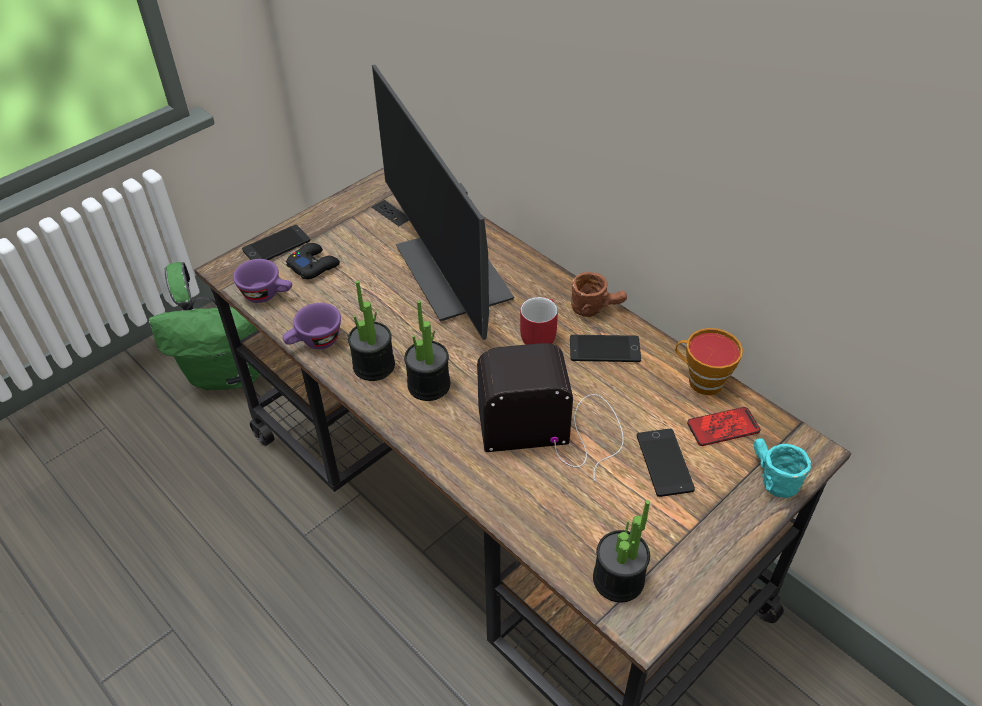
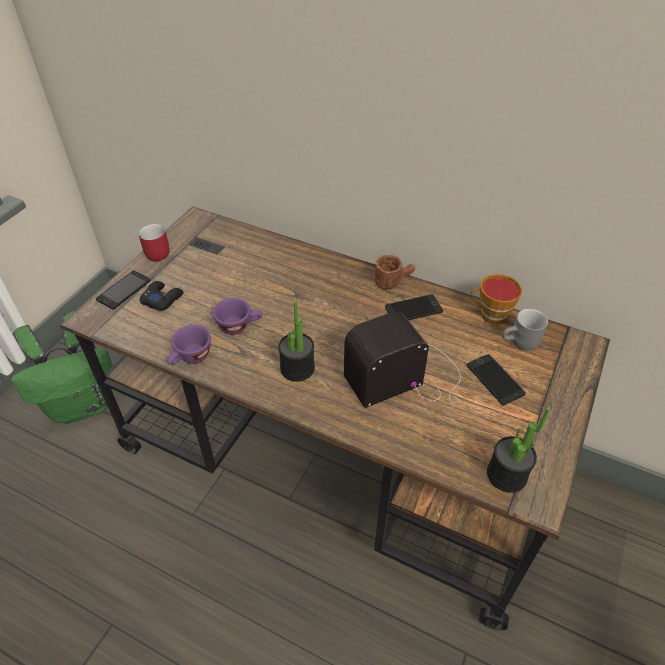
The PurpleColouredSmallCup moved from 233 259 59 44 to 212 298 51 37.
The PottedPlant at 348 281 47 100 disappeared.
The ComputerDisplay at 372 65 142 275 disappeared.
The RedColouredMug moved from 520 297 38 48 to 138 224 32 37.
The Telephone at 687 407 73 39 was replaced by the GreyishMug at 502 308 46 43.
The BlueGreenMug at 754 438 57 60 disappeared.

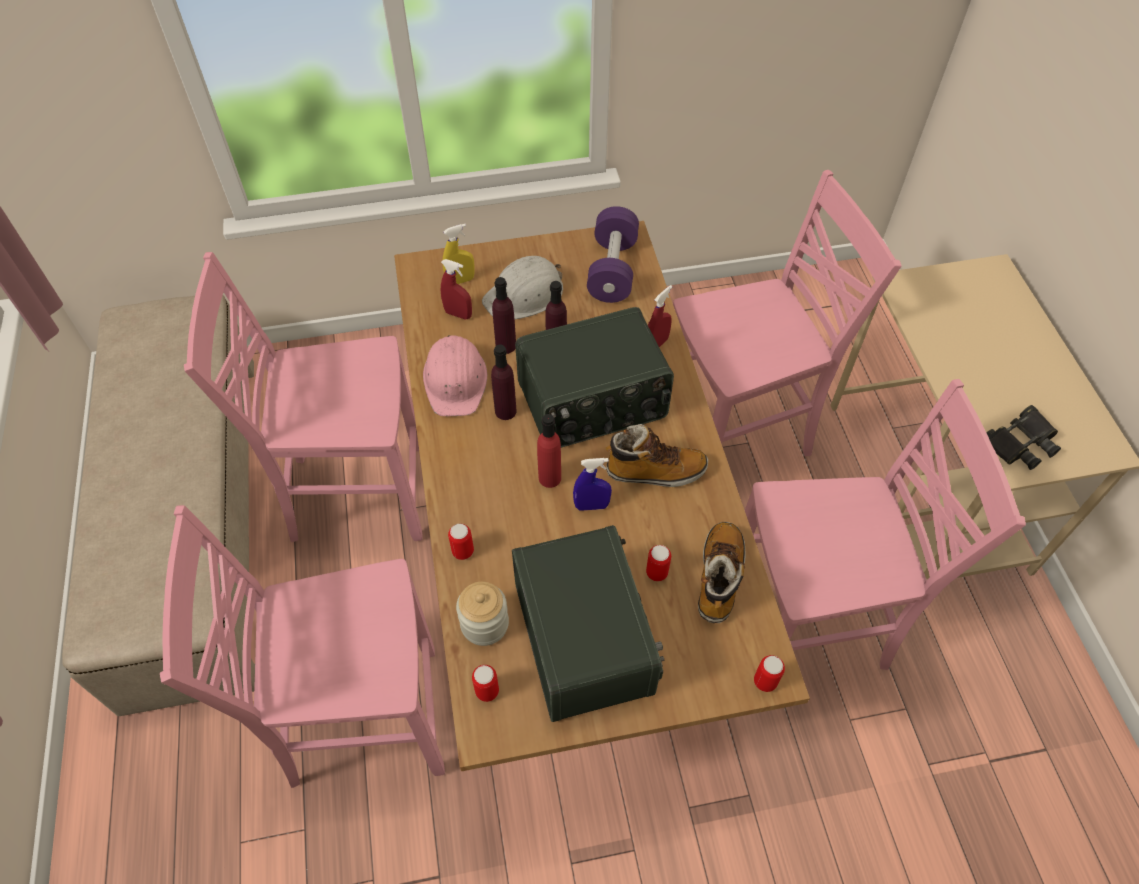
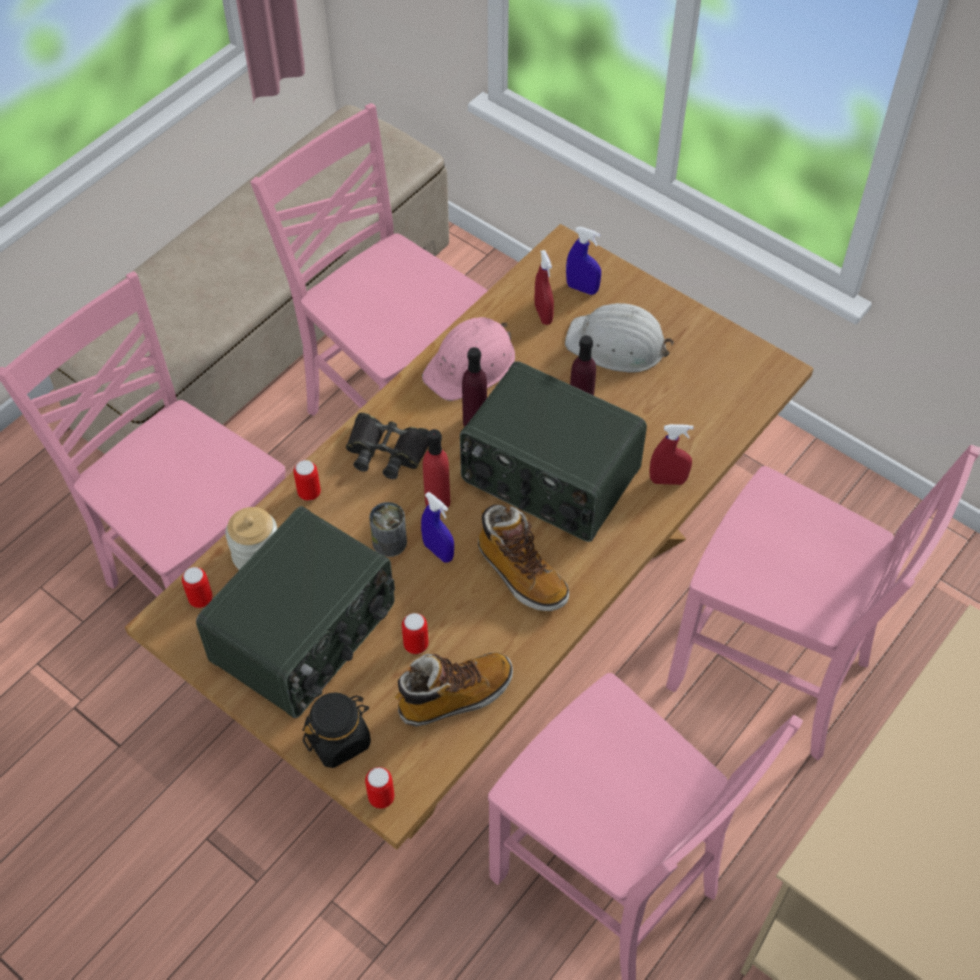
The YellowishSprayer at 443 224 32 60 became the BlueColouredSprayer at 566 227 35 68.
The PurpleColouredBeverageBottle at 492 277 24 77 disappeared.
The PurpleColouredHandWeight at 587 206 52 97 disappeared.
The BlackPairOfBinoculars moved from 986 405 75 65 to 346 413 83 66.
The BlackJar at 303 692 68 76 appeared.
The MetalCan at 369 502 38 55 appeared.

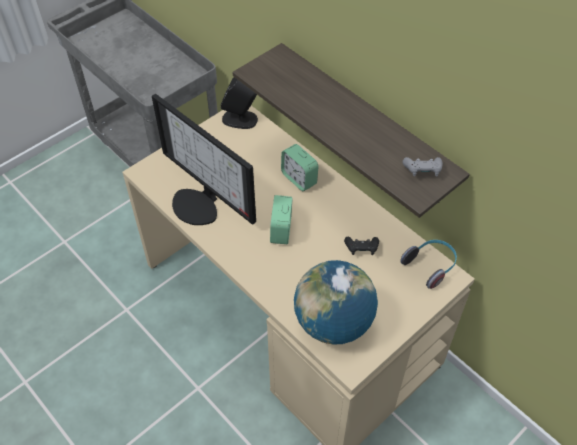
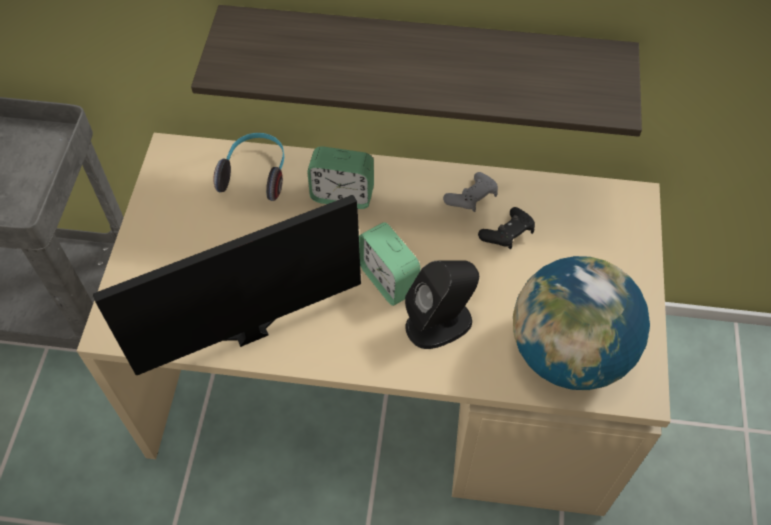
The ComputerDisplay at 152 94 104 131 turned 150 degrees clockwise.
The BlackLoudspeaker moved from 221 77 37 52 to 405 261 74 88.
The PairOfHeadphones moved from 400 240 57 49 to 213 133 71 68.
The GreyishGamepad moved from 403 157 40 20 to 443 172 55 40.

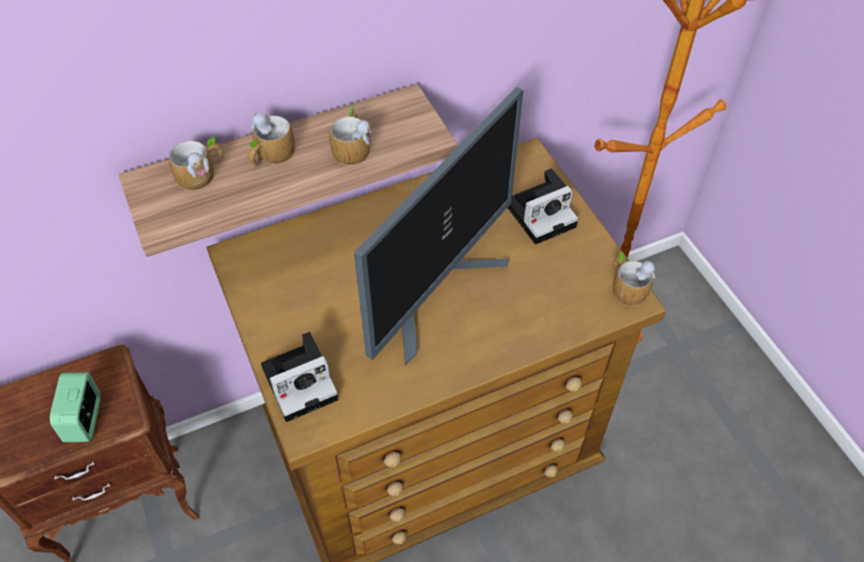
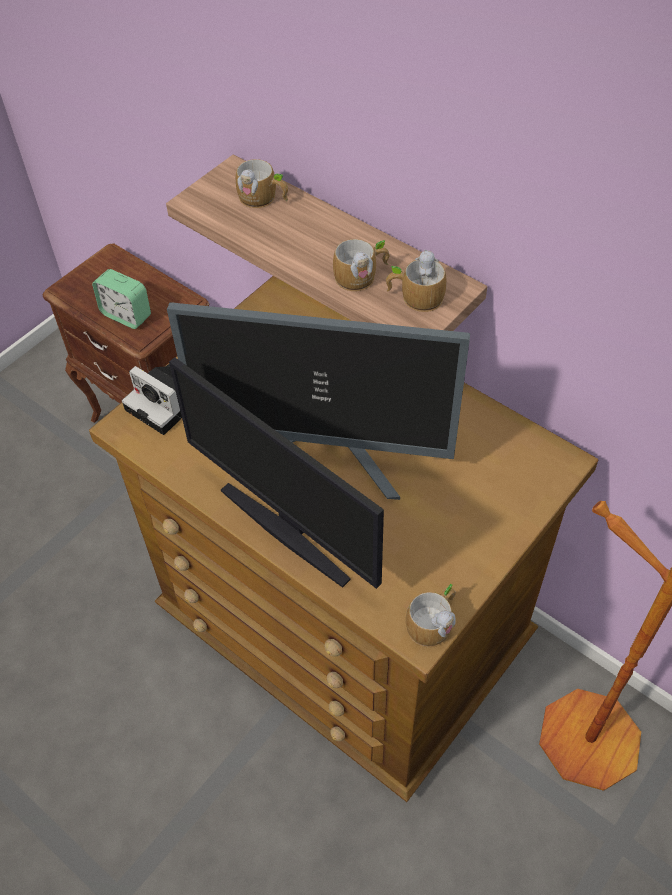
The AlarmClock at 50 372 51 70 turned 120 degrees counterclockwise.
The Mug moved from 247 112 48 56 to 386 249 60 63.
The PhotoCamera at 507 168 71 76 disappeared.
The ComputerDisplay at 169 357 215 232 appeared.

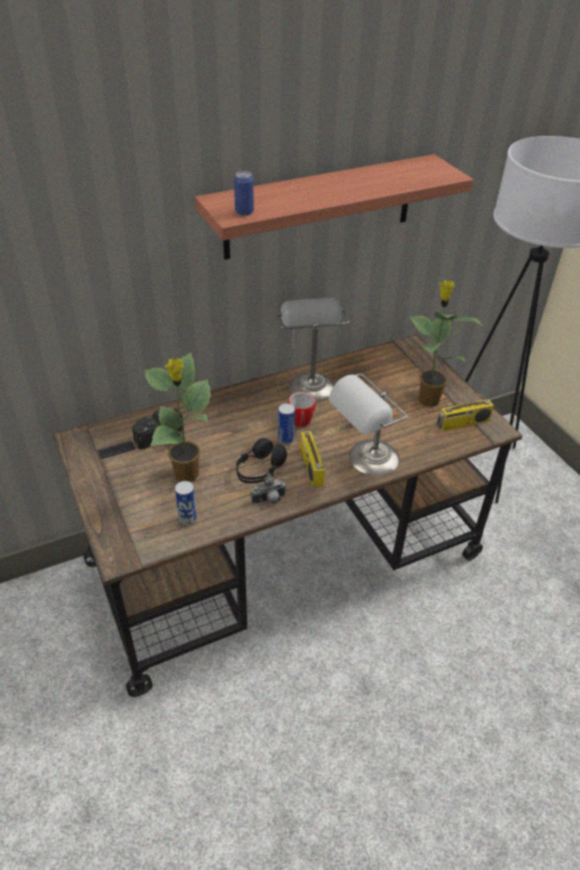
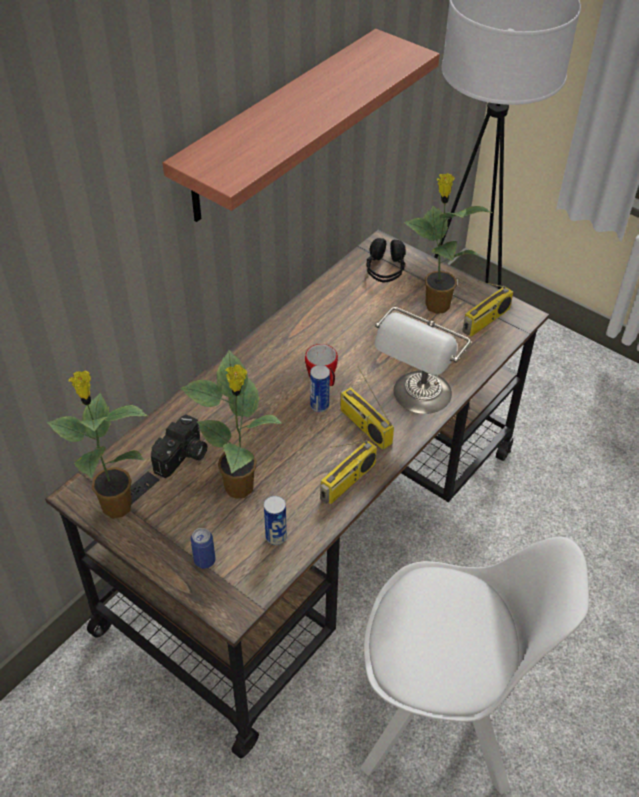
The MetalCan moved from 234 171 20 45 to 191 528 24 41.
The BlackPairOfHeadphones moved from 236 438 51 45 to 366 238 39 45.
The PhotoCamera at 251 473 35 31 was replaced by the RadioReceiver at 320 440 57 64.
The WhiteColouredLampForATable at 276 298 74 103 disappeared.
The PottedPlant at 47 371 101 147 appeared.
The WhiteColouredPlainChair at 360 537 229 258 appeared.

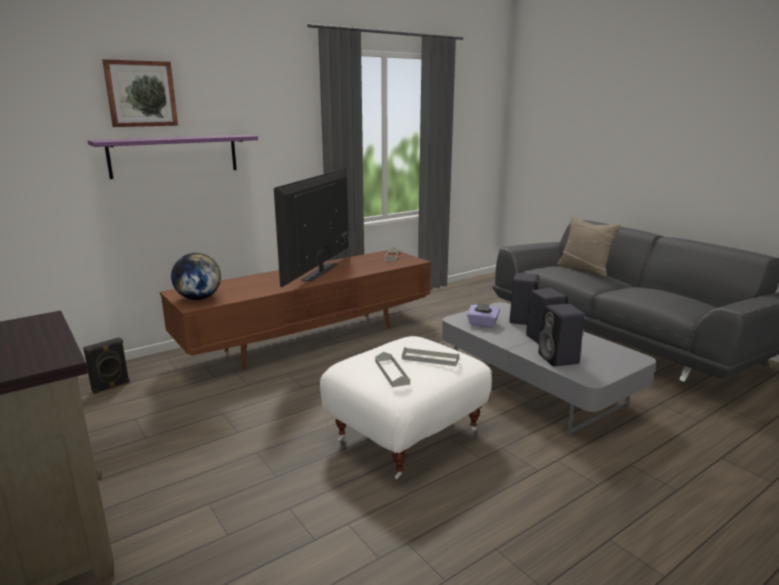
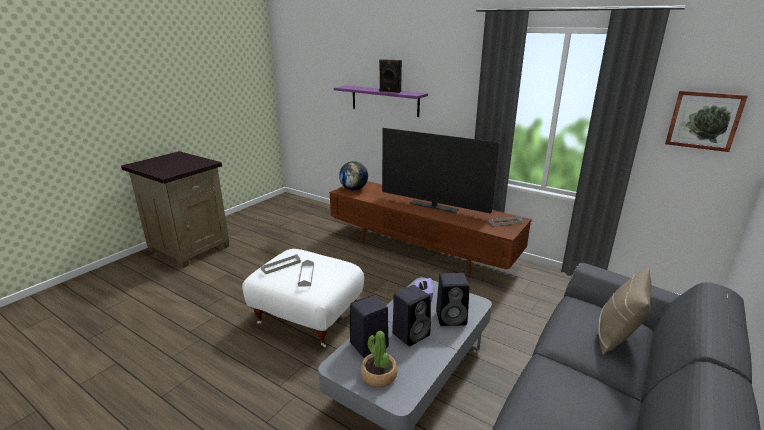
The BlackLoudspeaker moved from 83 337 47 57 to 379 59 23 34.
The Picture moved from 102 59 76 68 to 665 90 83 62.
The TvSet at 274 168 75 119 turned 150 degrees counterclockwise.
The PottedPlant at 361 331 37 56 appeared.

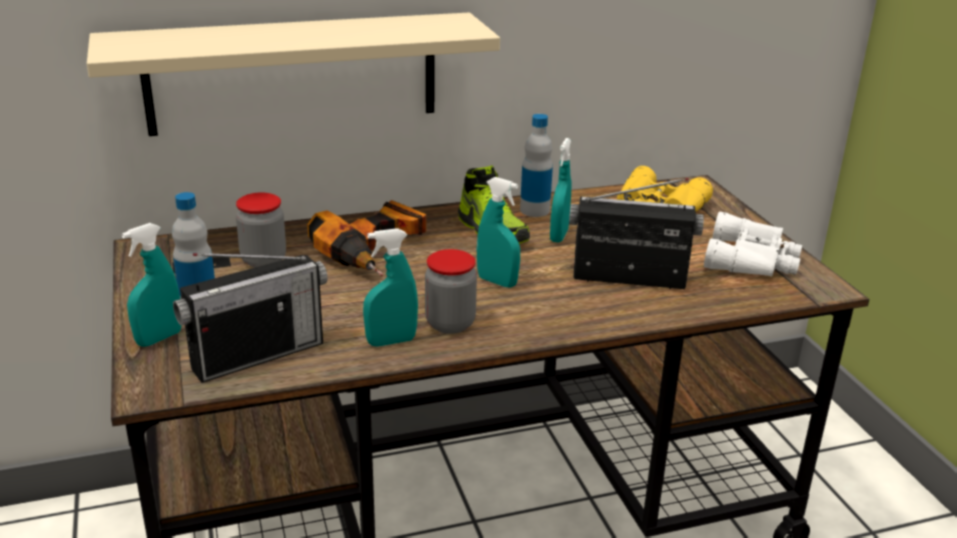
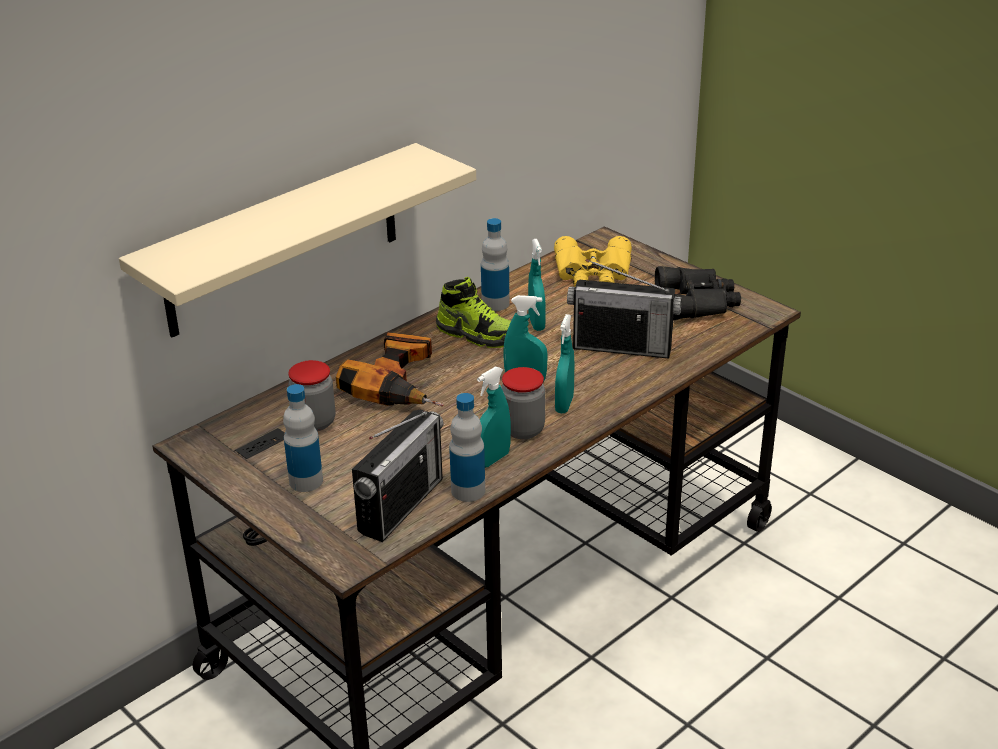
The BlueGreenSprayer moved from 122 223 60 124 to 555 314 19 99.
The RadioReceiver at 569 178 135 111 turned 150 degrees counterclockwise.
The WhiteColouredPairOfBinoculars at 704 211 98 66 became the BlackPairOfBinoculars at 655 266 86 54.
The BeverageBottle at 449 393 36 109 appeared.

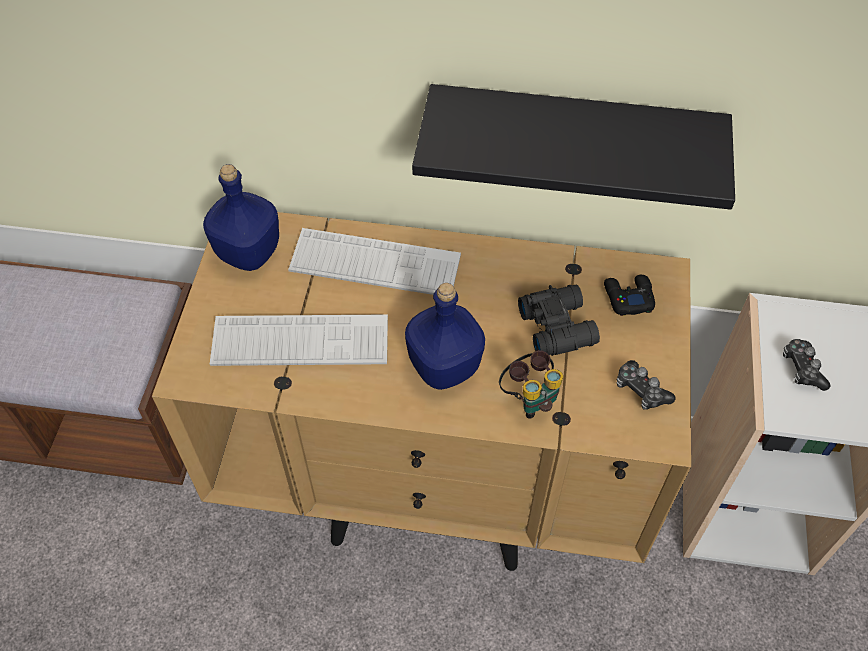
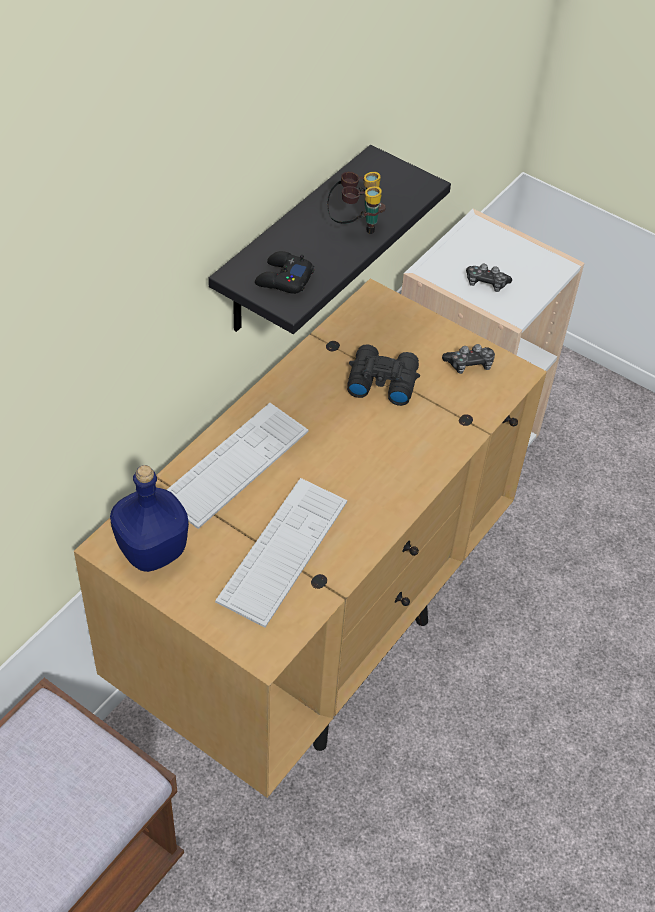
The BlueColouredBeverageBottle at 405 283 80 107 disappeared.
The PairOfBinoculars moved from 499 350 64 69 to 327 172 59 62.
The BlackGamepad moved from 604 275 51 41 to 255 251 59 43.

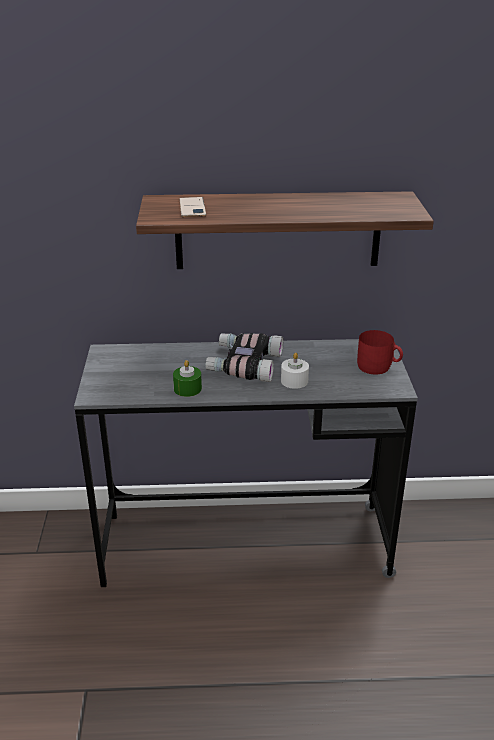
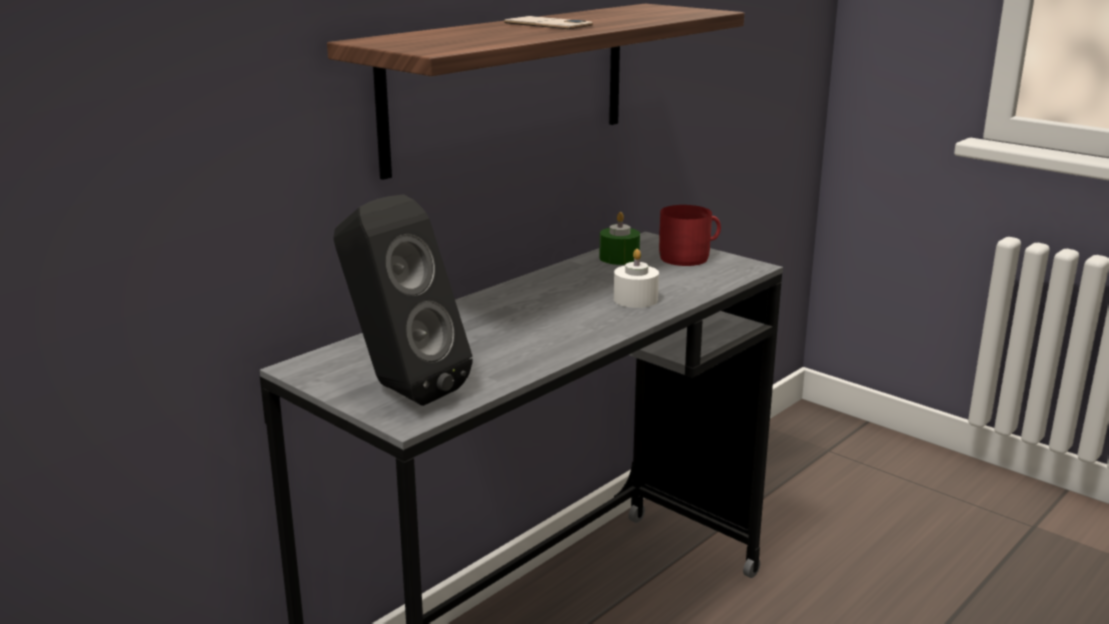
The GreenCandle moved from 173 360 29 37 to 599 212 41 53.
The Telephone moved from 179 197 27 20 to 504 16 89 13.
The PairOfBinoculars at 205 333 79 49 disappeared.
The BlackLoudspeaker at 333 194 140 212 appeared.

